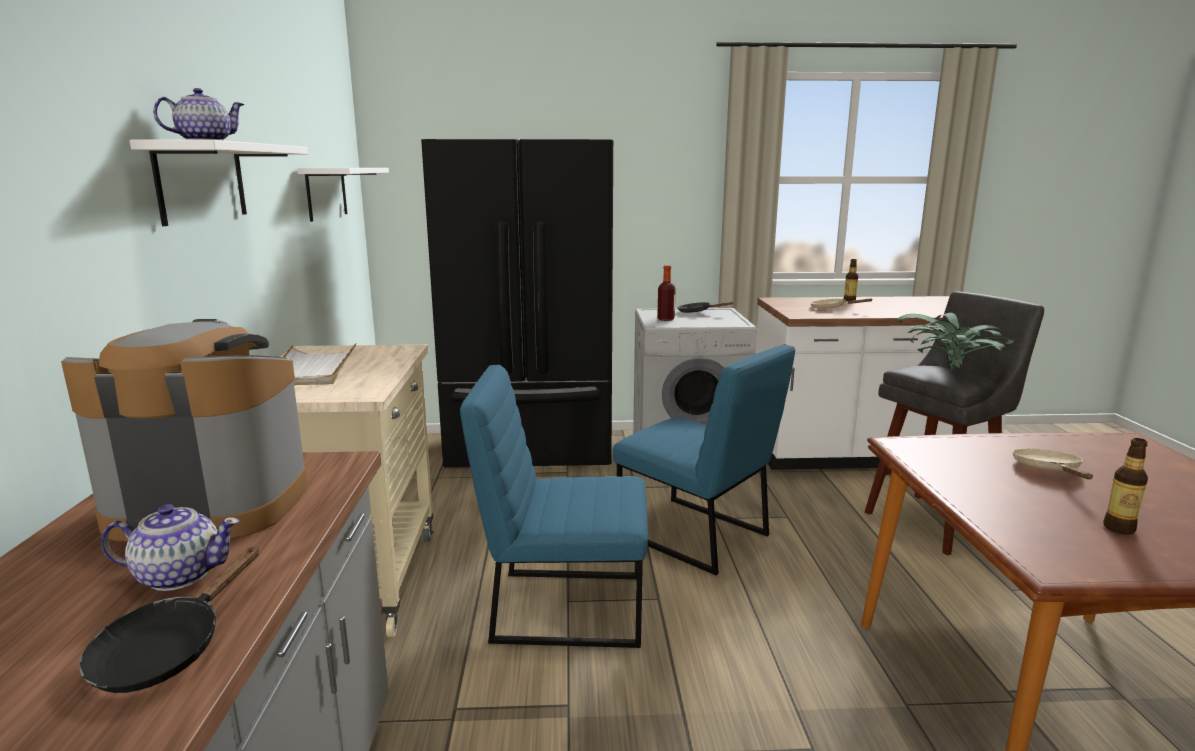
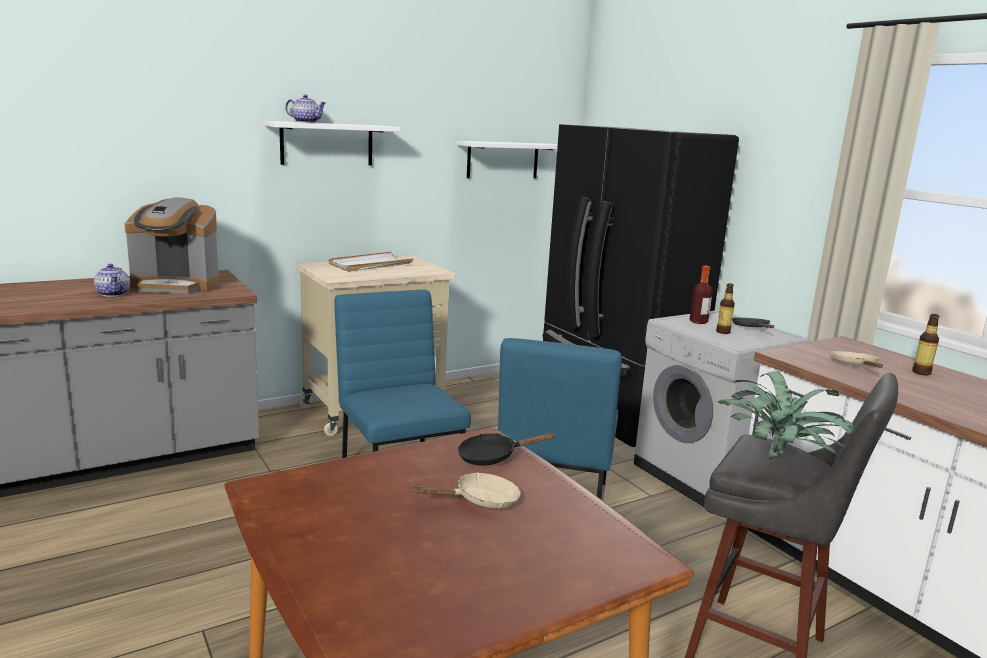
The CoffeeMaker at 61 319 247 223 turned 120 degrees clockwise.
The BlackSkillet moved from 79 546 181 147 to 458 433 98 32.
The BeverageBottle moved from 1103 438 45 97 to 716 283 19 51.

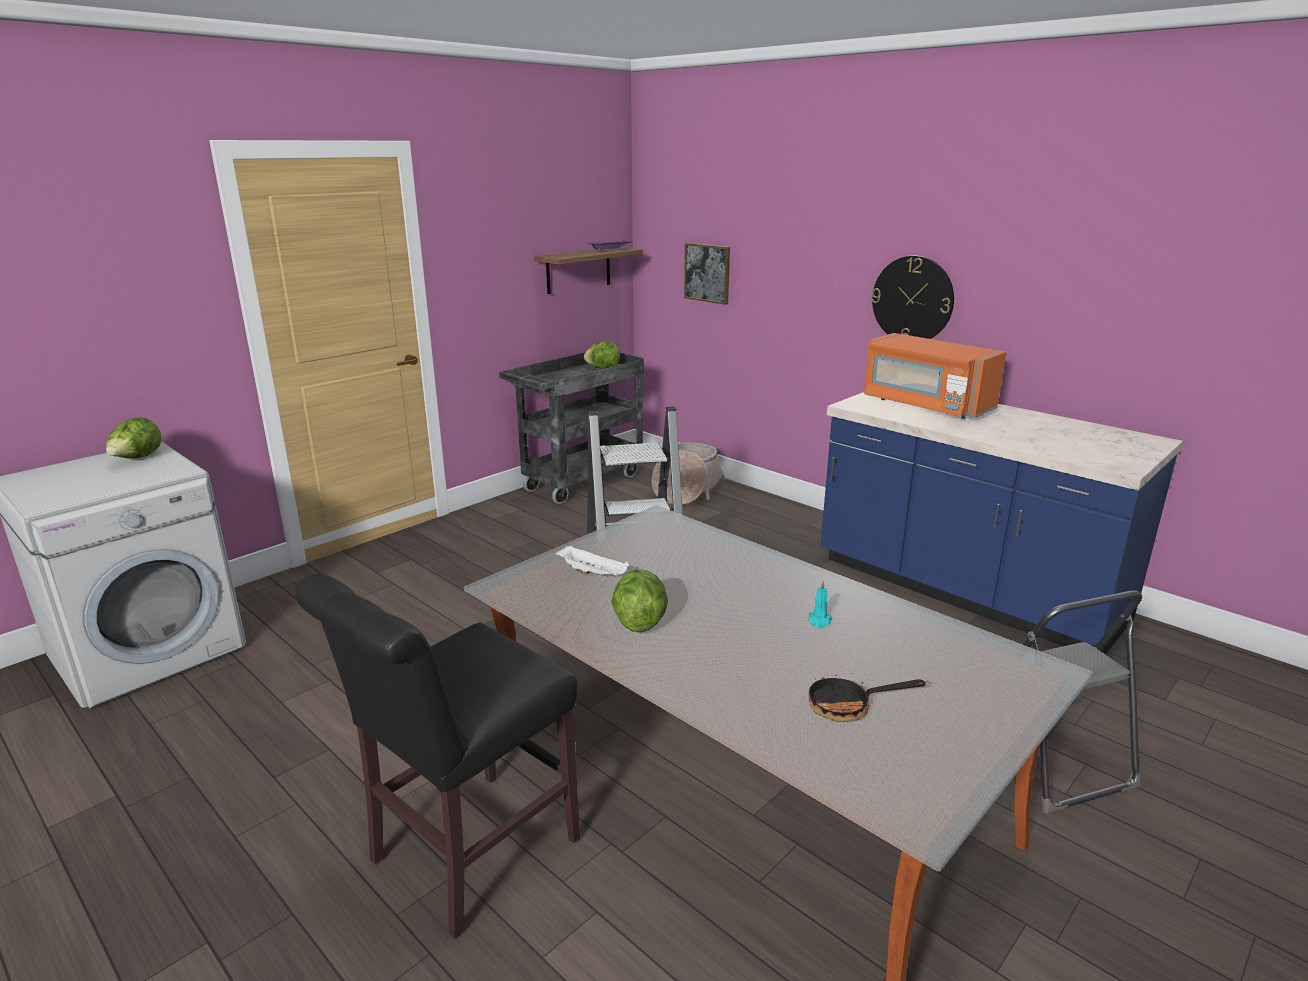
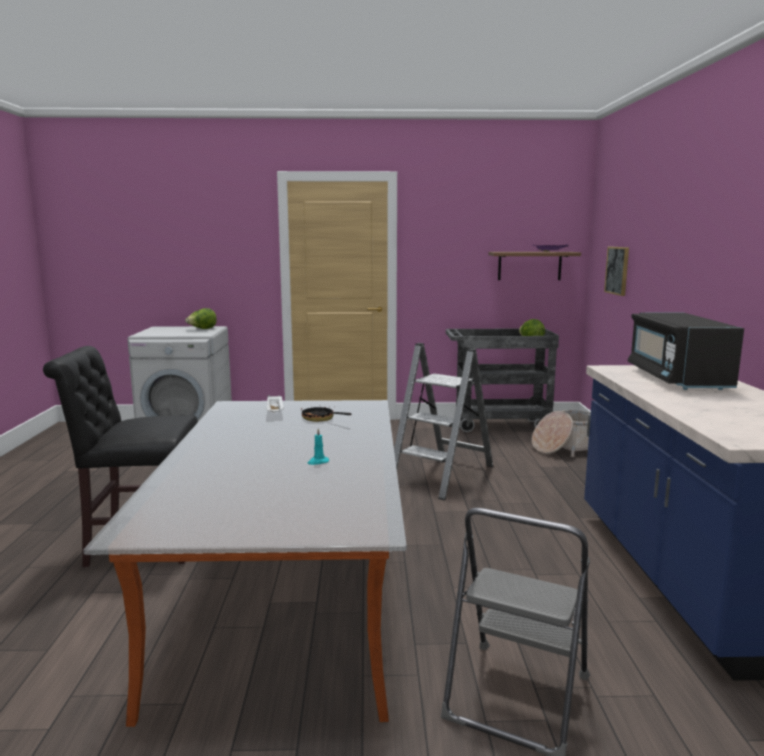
The HeadOfLettuce at 611 569 57 63 disappeared.
The Skillet moved from 808 666 118 55 to 300 407 51 15.
The OrangeColouredMicrowave at 864 333 143 86 became the BlackMicrowave at 628 312 116 78.
The HangingClock at 871 256 83 83 disappeared.

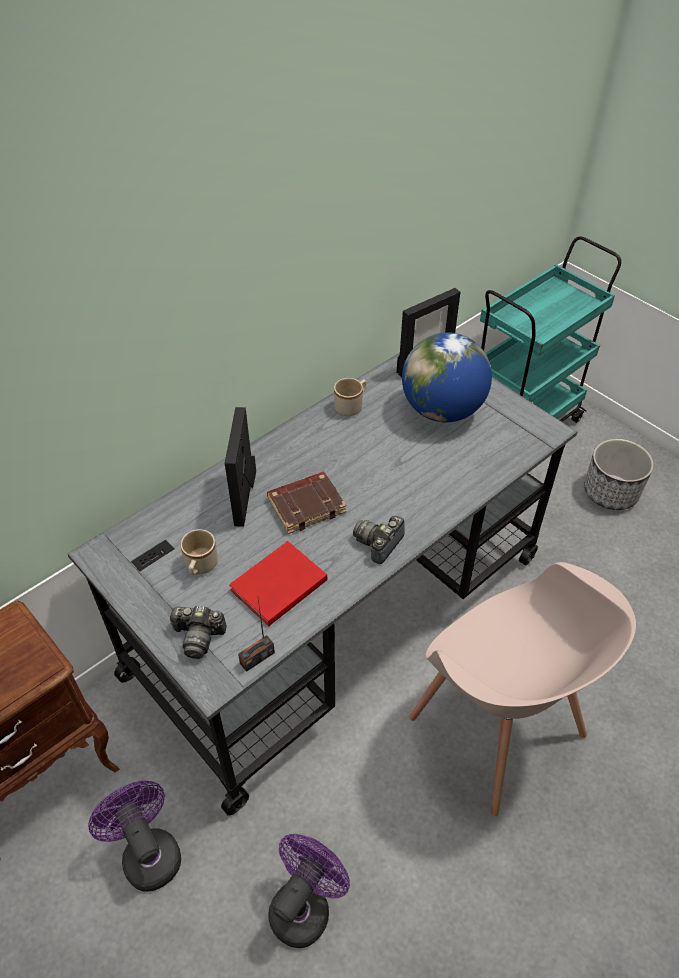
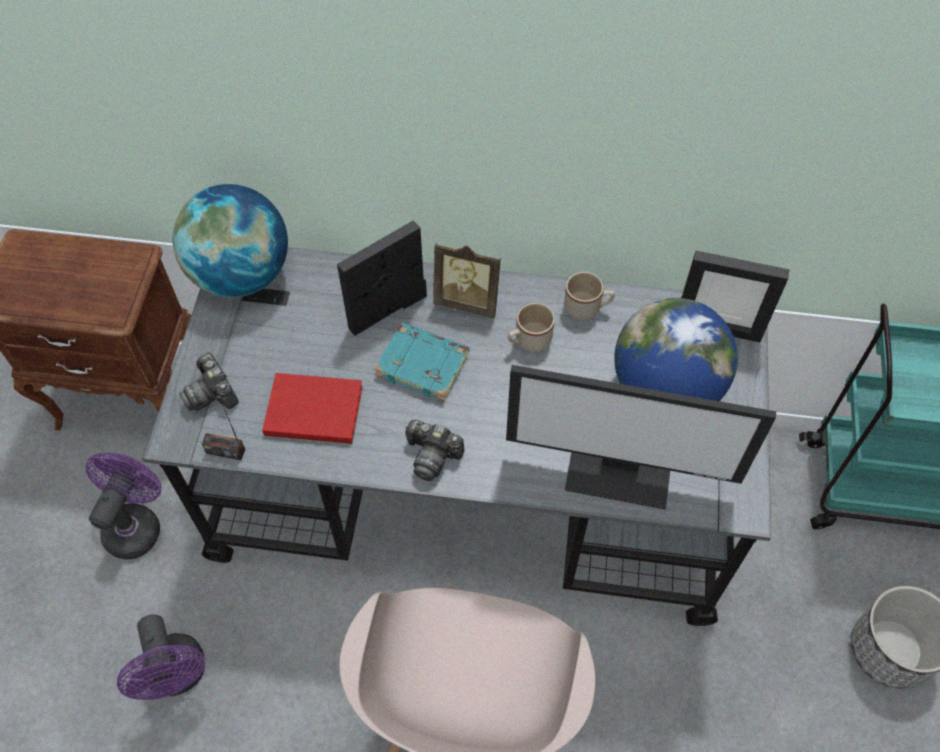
The BeigeMug moved from 181 529 37 46 to 508 303 47 49.
The BrownColouredVolume at 267 472 79 62 became the BlueGreenVolume at 374 322 95 79.
The PurpleColouredFan at 268 834 82 114 turned 75 degrees clockwise.
The PhotoCamera at 353 516 52 48 turned 150 degrees counterclockwise.
The Globe at 173 184 115 113 appeared.
The PhotoFrame at 433 243 68 75 appeared.
The ComputerDisplay at 506 365 270 144 appeared.

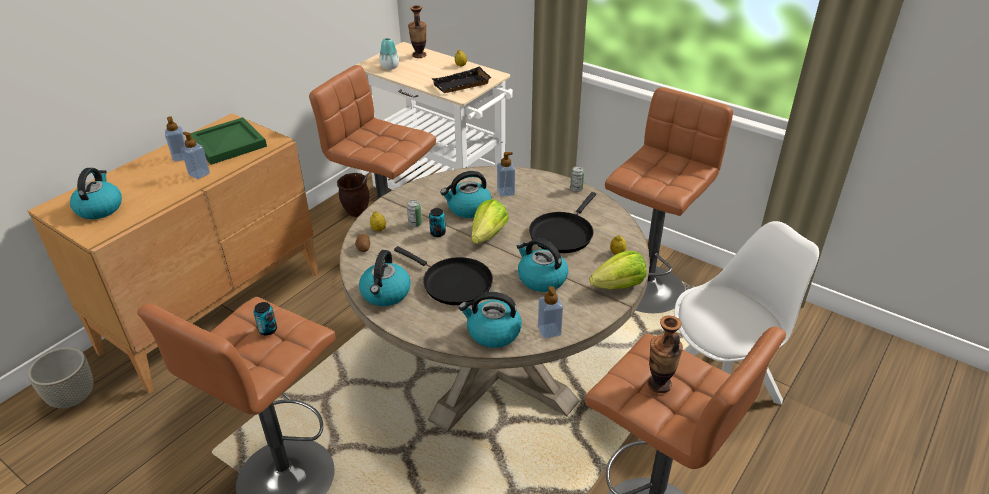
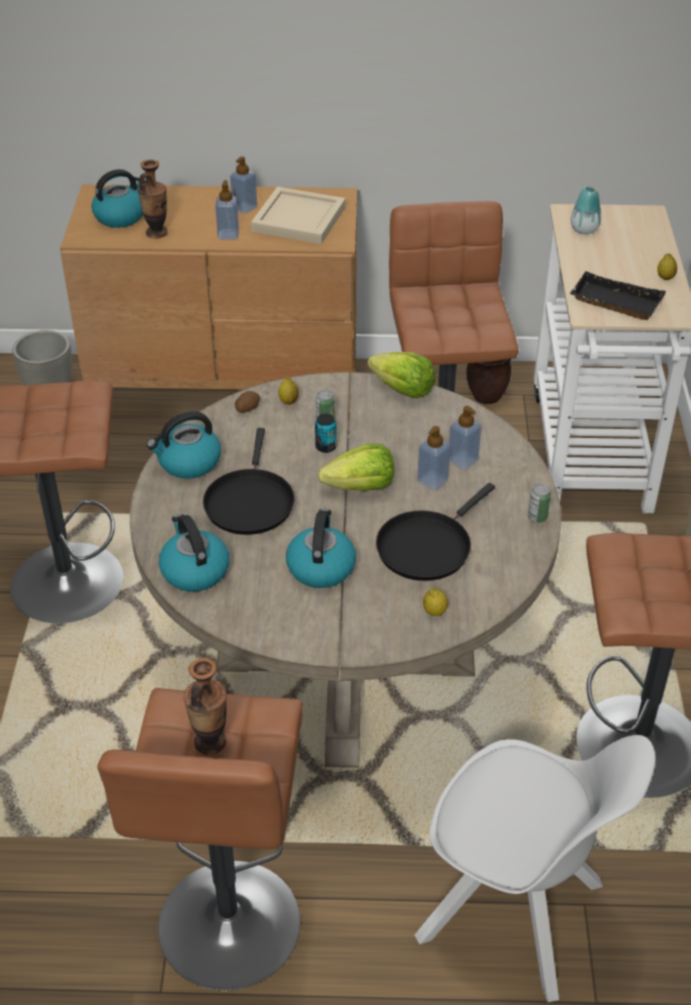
The GreenCarryingTray at 190 117 77 48 became the BeigeCarryingTray at 251 187 94 57.
The MetalCan at 254 302 23 34 disappeared.
The DecorativeVase moved from 408 5 18 53 to 138 160 30 79.
The TeaKettle at 440 171 52 47 disappeared.
The BlackSkillet at 529 192 67 61 turned 45 degrees counterclockwise.
The SoapDispenser moved from 538 286 25 53 to 417 426 34 64.
The HeadOfLettuce moved from 590 251 57 38 to 367 352 68 46.

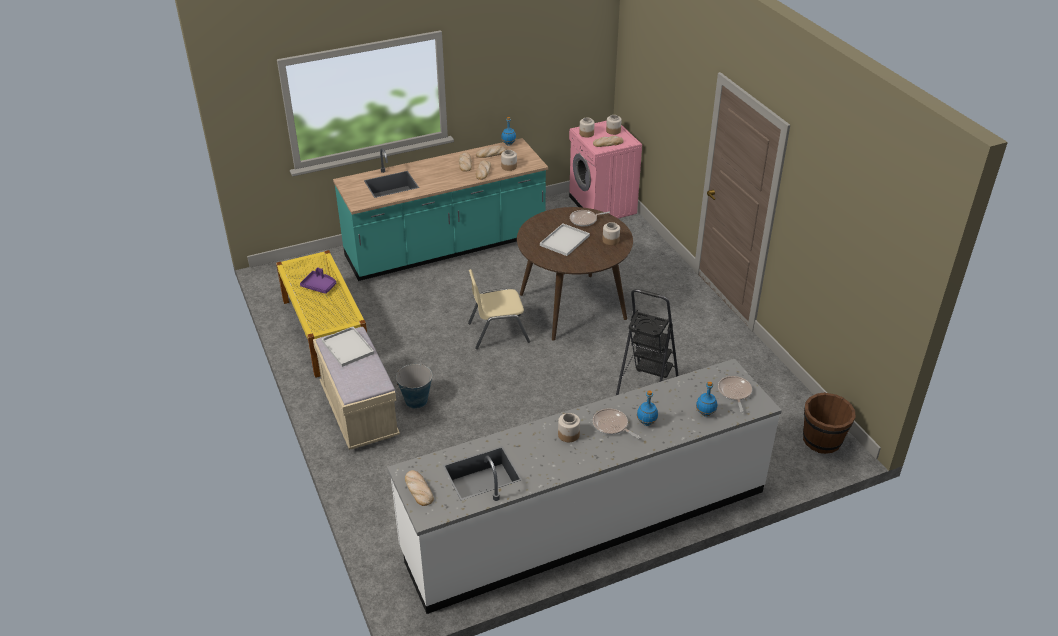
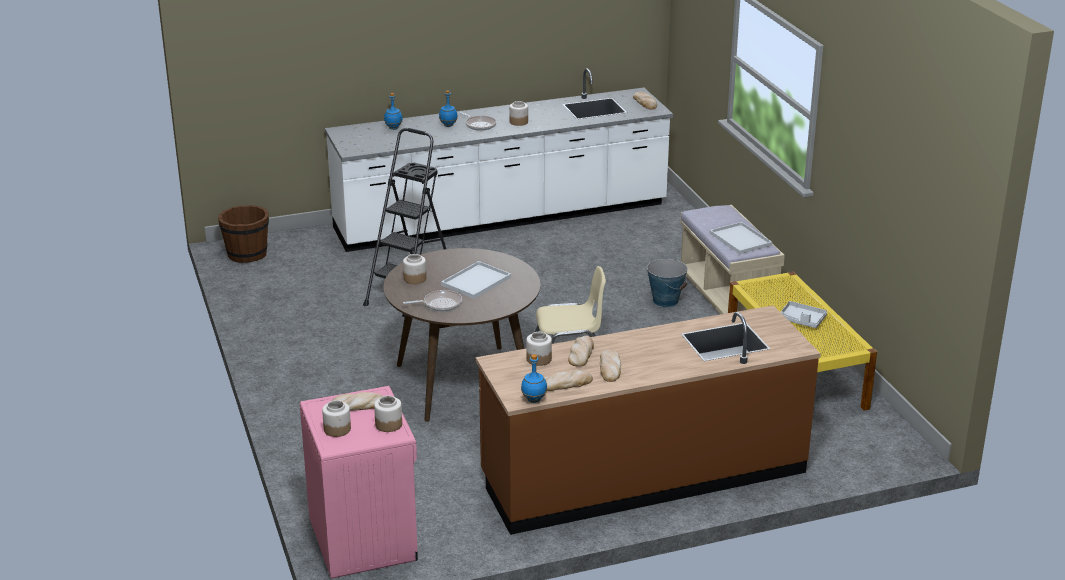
The PurpleColouredCarryingTray at 300 267 36 27 became the GreyishCarryingTray at 781 301 46 27.
The BlueGreenKitchenBaseUnit at 333 138 215 143 became the BrownColouredKitchenBaseUnit at 476 305 345 230.
The Skillet at 718 376 34 36 disappeared.

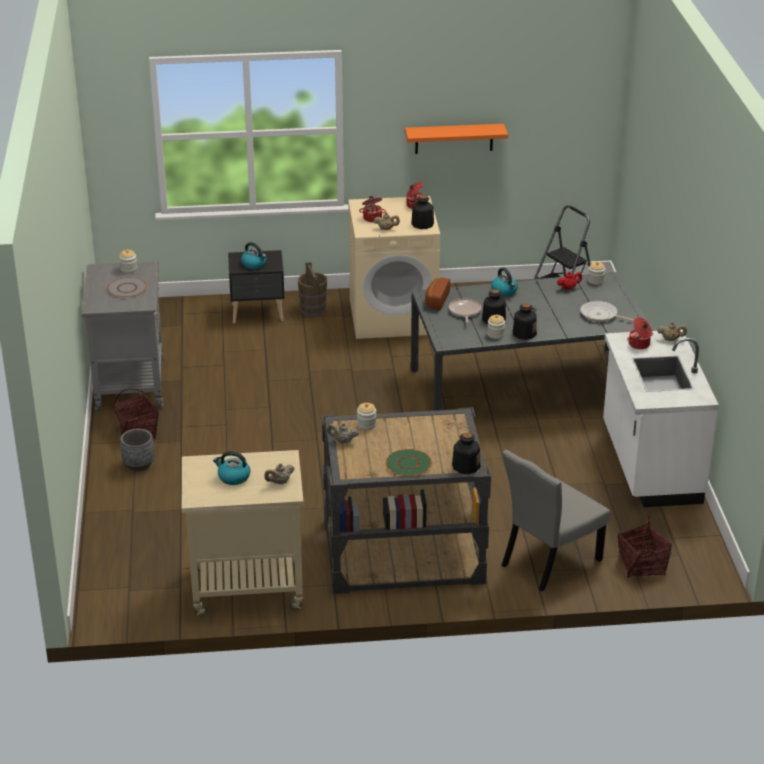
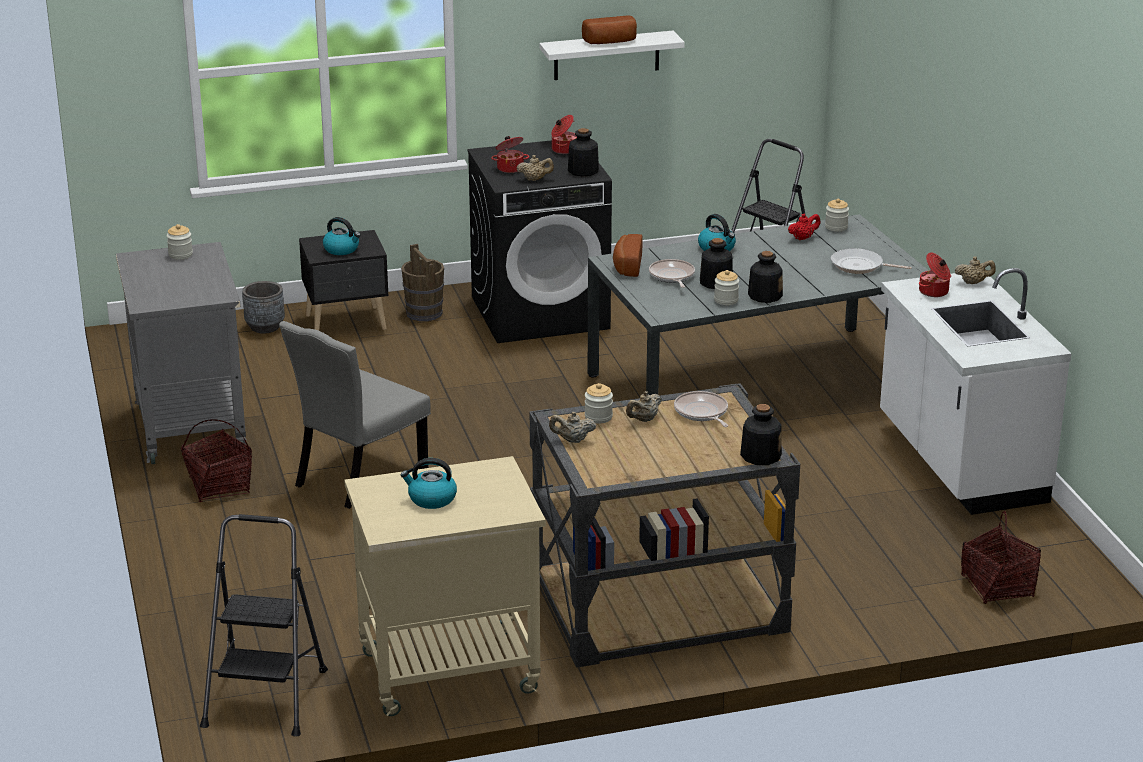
The GreyishFlatDish at 107 277 40 21 disappeared.
The GreyishPlantPot moved from 120 429 34 42 to 242 281 43 53.
The BeigeTeapot moved from 264 463 31 21 to 626 391 36 31.
The BeigeLaundryAppliance at 348 196 92 143 became the BlackLaundryAppliance at 467 140 145 203.
The GreenFlatDish at 386 449 46 28 disappeared.
The OrangeColouredWallShelf at 405 124 103 30 became the WhiteColouredWallShelf at 539 31 146 49.
The GreyishPlainChair moved from 501 450 109 141 to 279 321 152 188.
The BlackStepLadder at 200 514 128 223 appeared.
The Bread at 582 15 55 29 appeared.
The Skillet at 674 391 54 36 appeared.

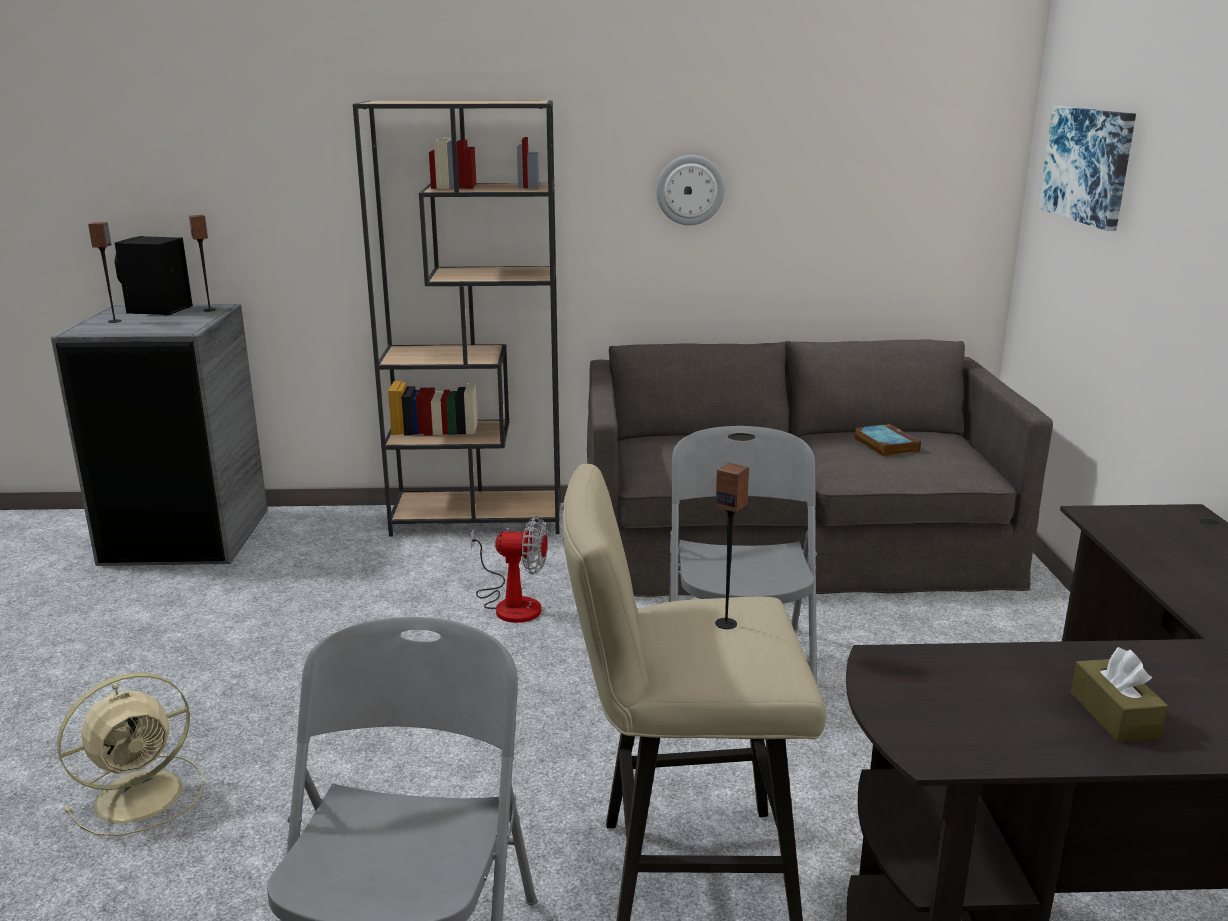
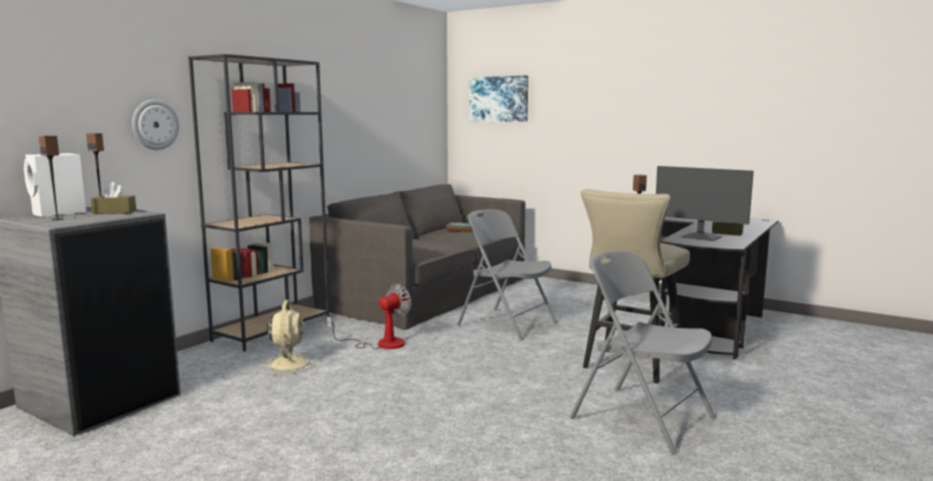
The BeigeFan moved from 57 673 148 163 to 261 300 57 75.
The BlackLoudspeaker at 115 236 78 79 became the WhiteColouredLoudspeaker at 24 153 62 64.
The HangingClock moved from 656 155 69 70 to 132 99 47 51.
The BrownColouredTissueHolder at 91 182 45 32 appeared.
The ComputerDisplay at 656 166 98 75 appeared.

